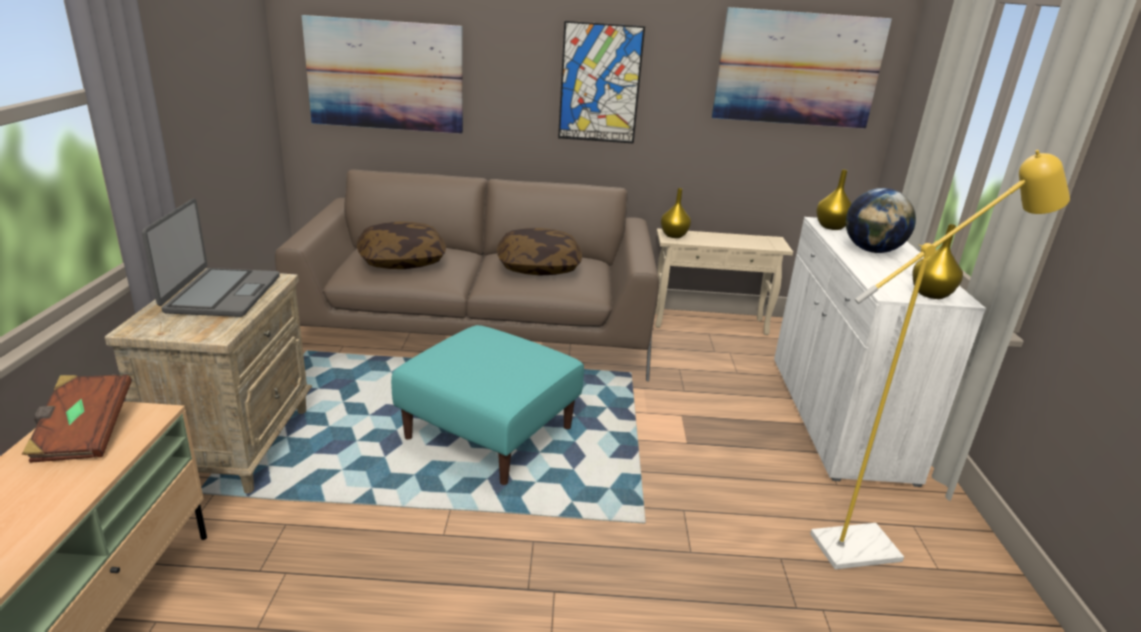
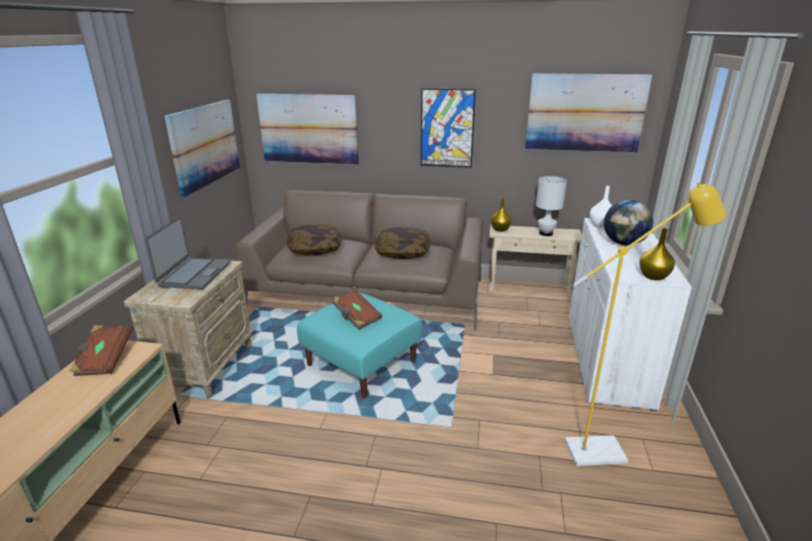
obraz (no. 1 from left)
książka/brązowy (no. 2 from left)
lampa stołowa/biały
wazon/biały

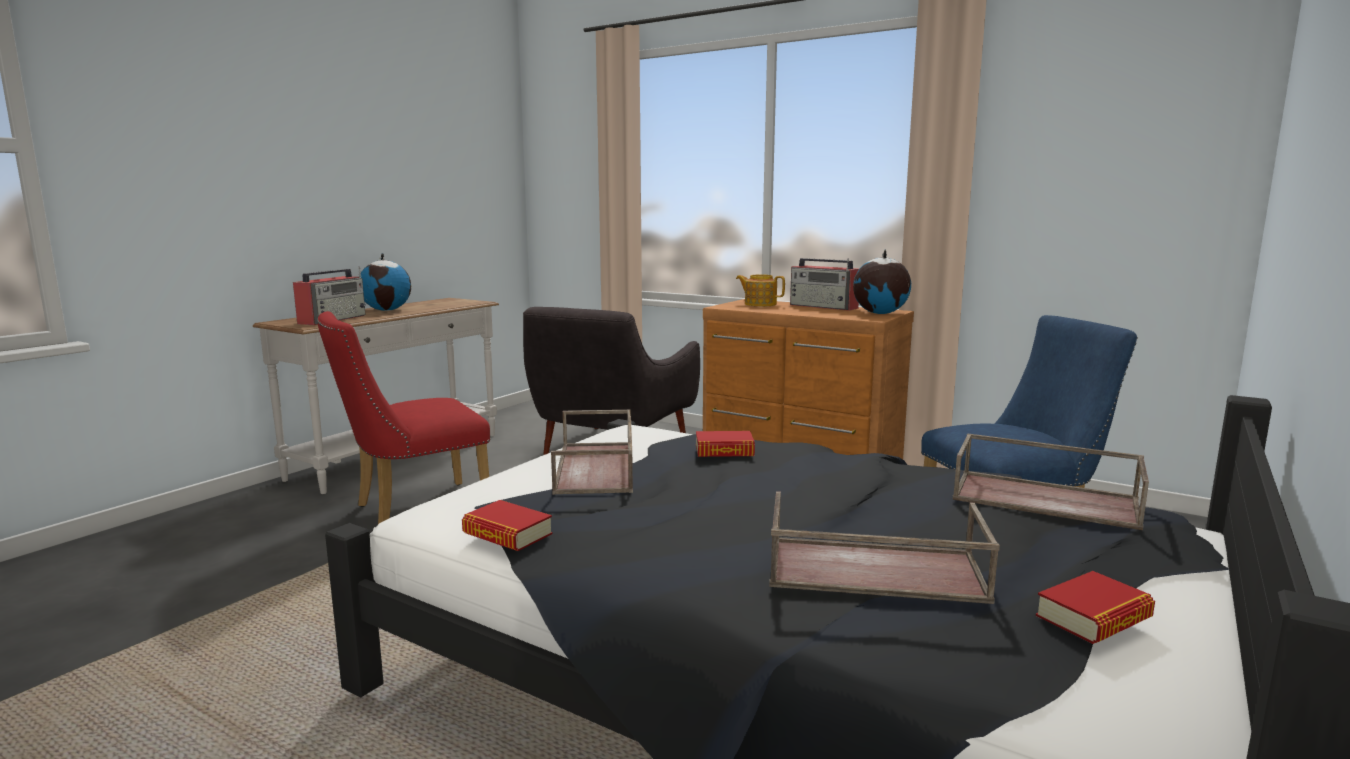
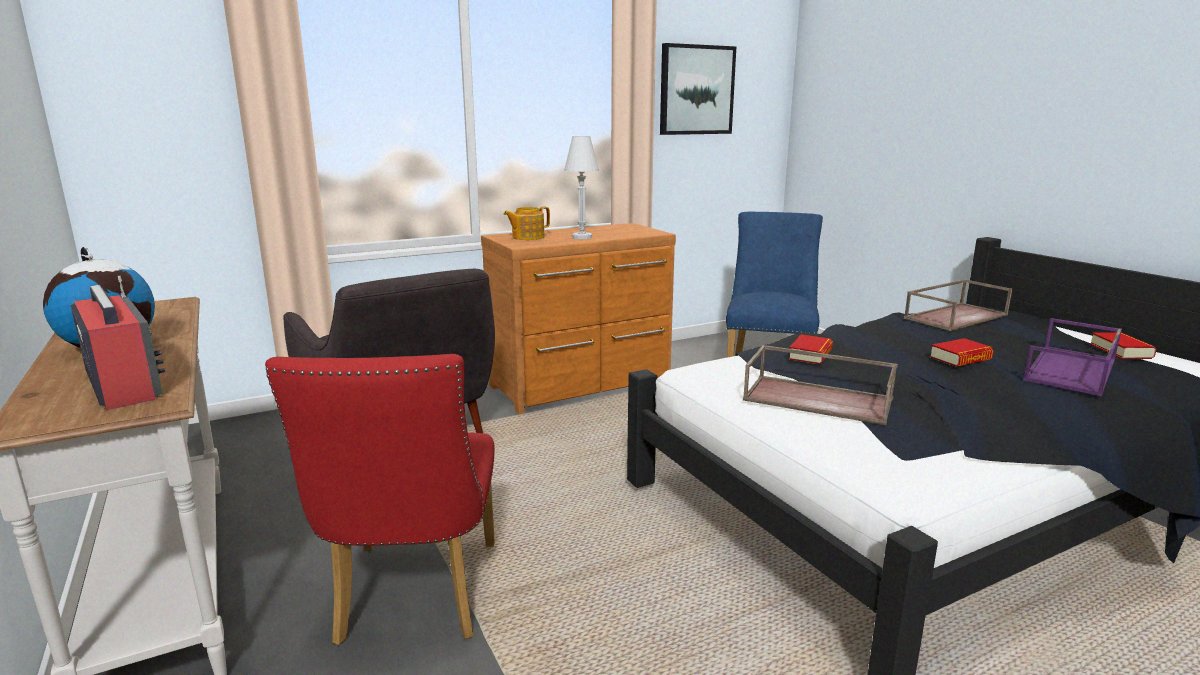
lampa stołowa/biały
obraz
książka (no. 2 from left)
taca/fioletowy
radio (no. 2 from left in the first image)
globus (no. 2 from left in the first image)

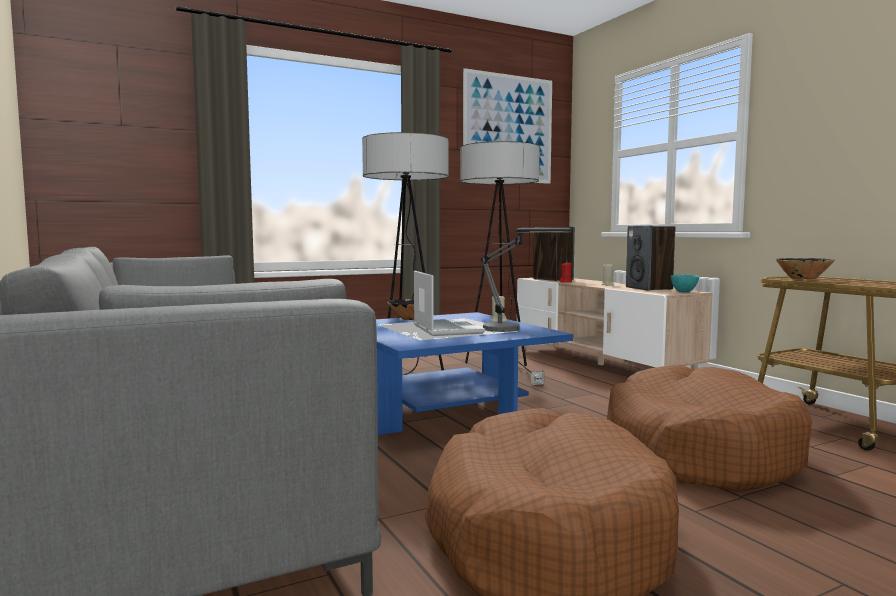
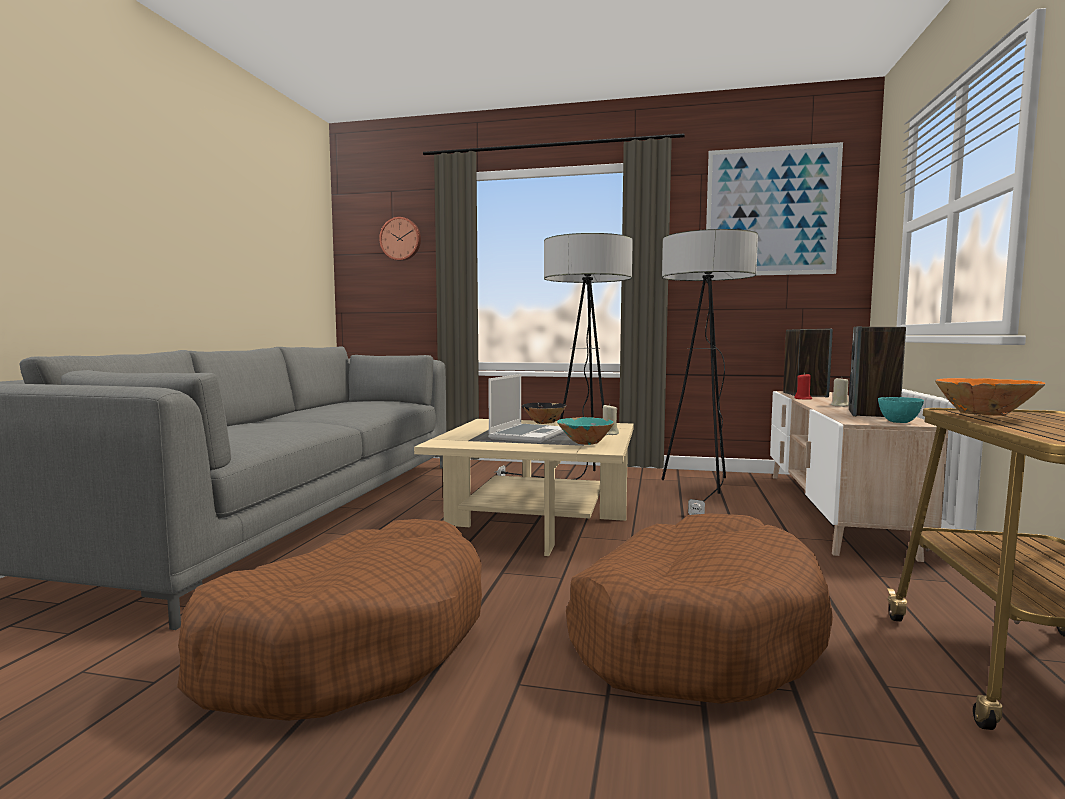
zegar ścienny
ława/beżowy
miska/turkusowy (no. 1 from left)
miska/pomarańczowy

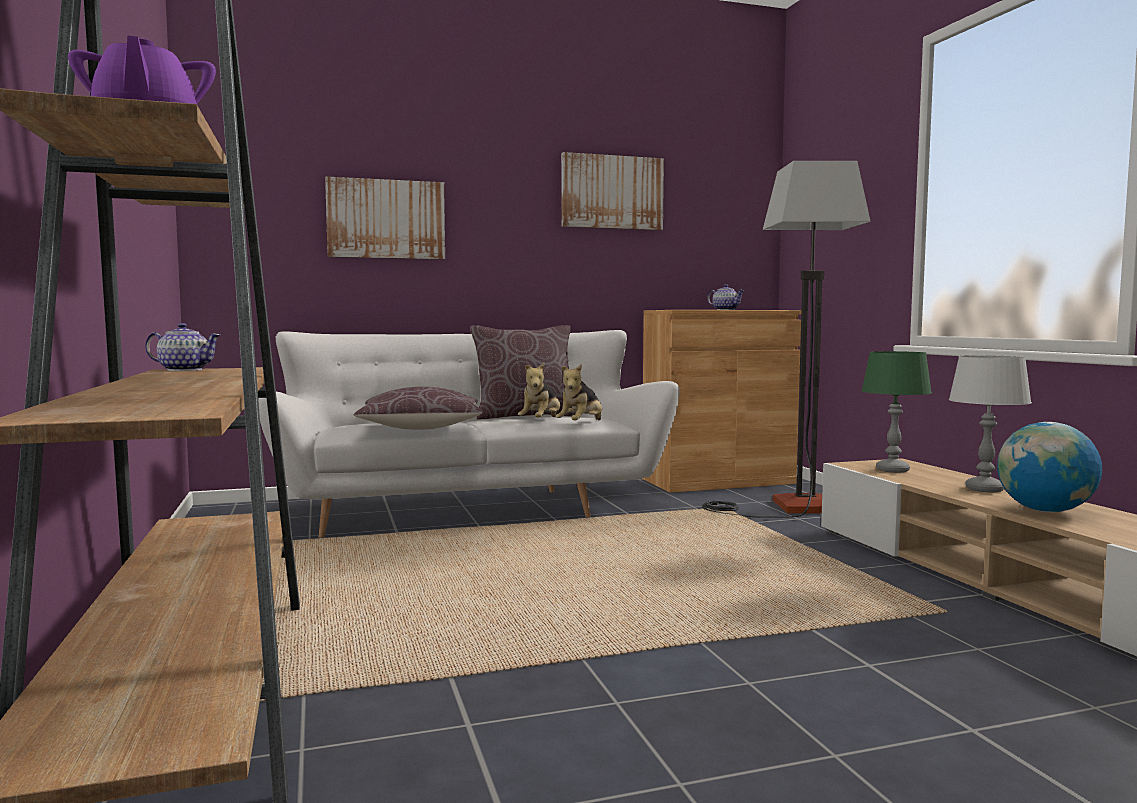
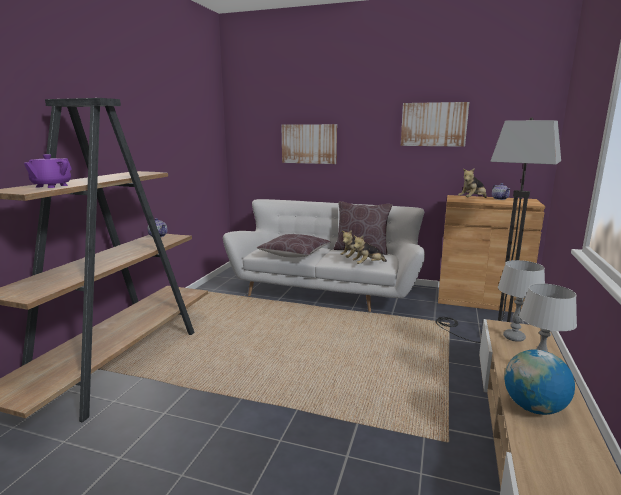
pluszak (no. 3 from left)
lampa stołowa/szary (no. 1 from left)

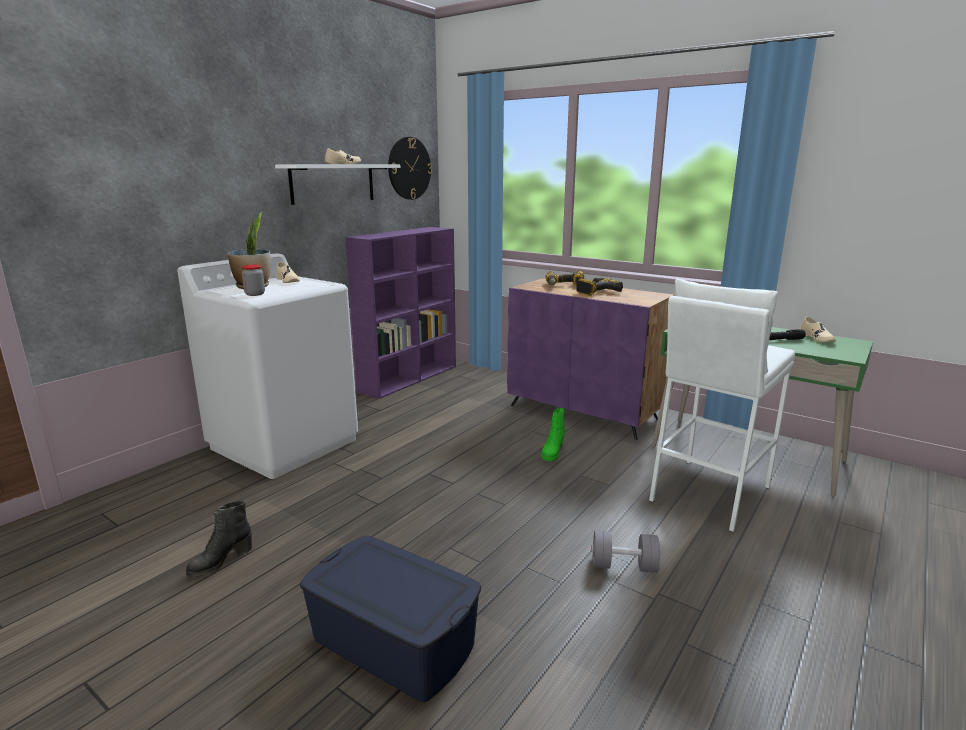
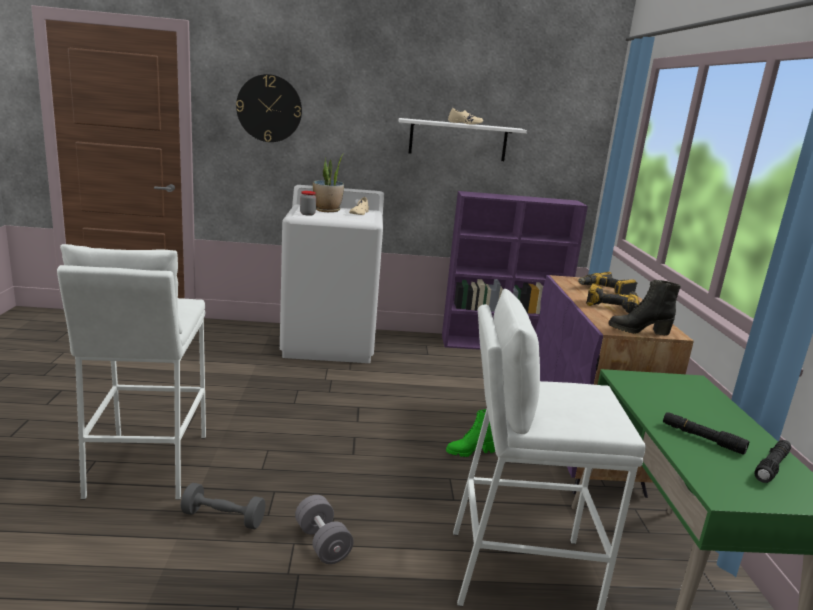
stołek/biały (no. 1 from left)
hantel/szary (no. 1 from left)
zegar ścienny
but z cholewką/czarny
latarka/czarny (no. 2 from left)

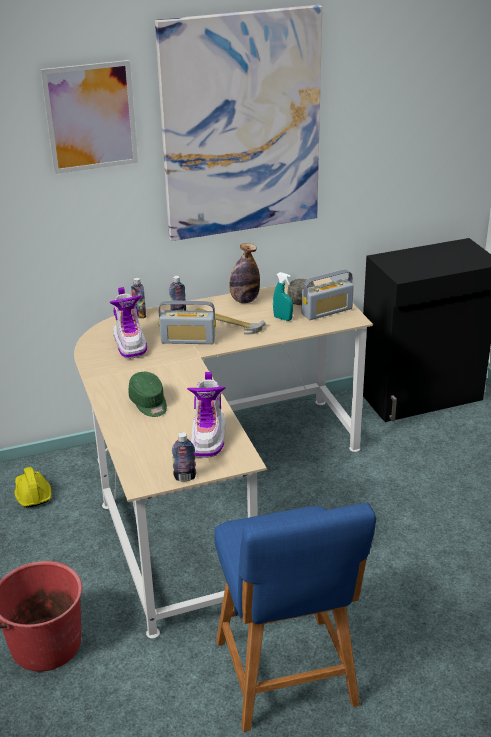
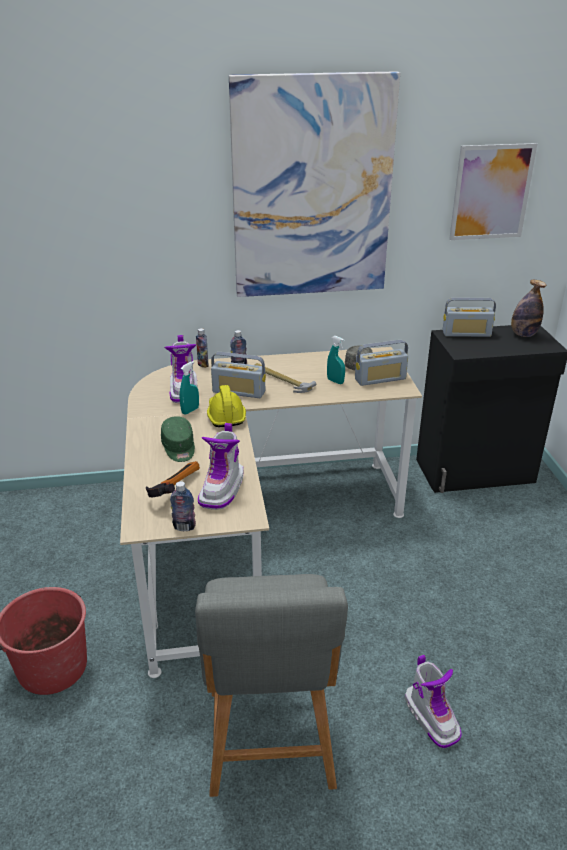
młotek (no. 1 from left)
spryskiwacz/turkusowy (no. 1 from left)
stołek/szary
kask/żółty
but z cholewką (no. 3 from left)
radio (no. 3 from left)
obraz (no. 2 from left)
butelka (no. 4 from left)

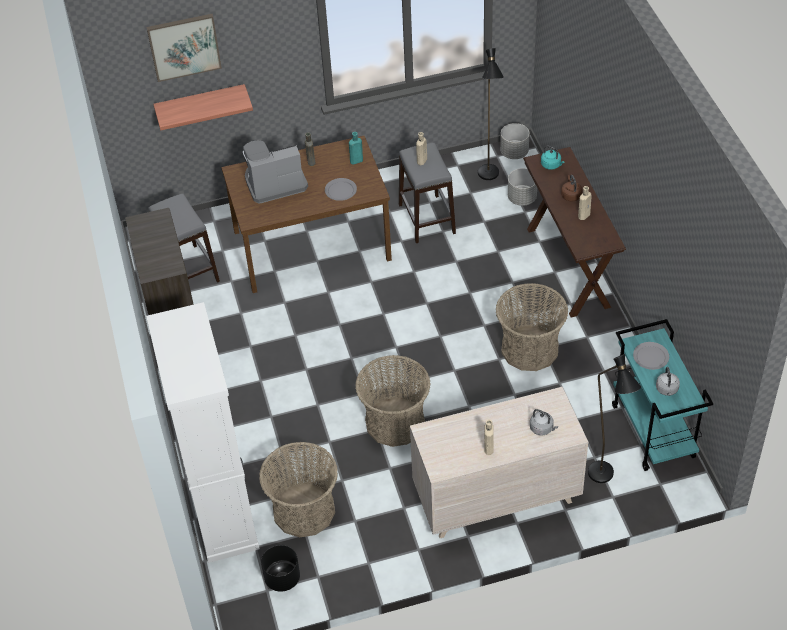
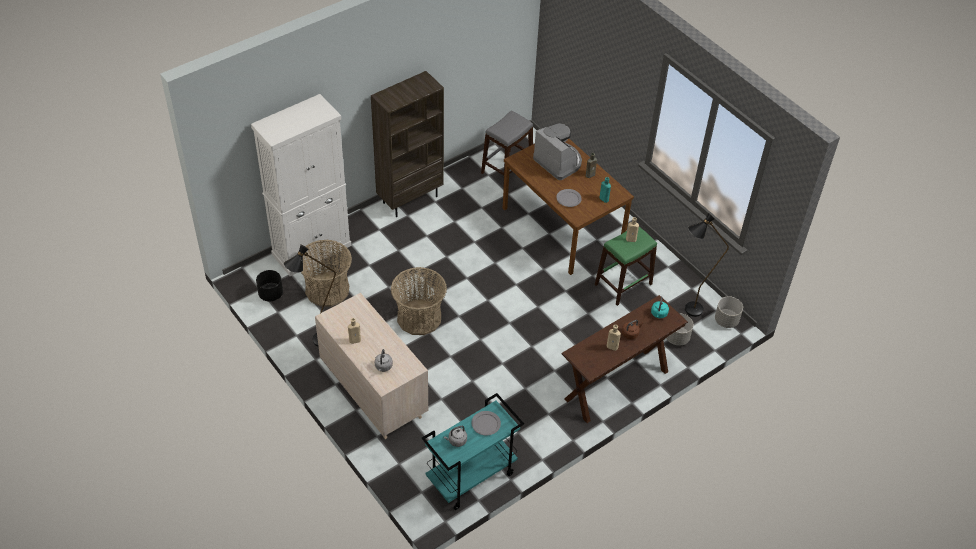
lampa stojąca/czarny (no. 1 from left)
stołek/zielony
obraz
półka
koszyk (no. 3 from left in the first image)

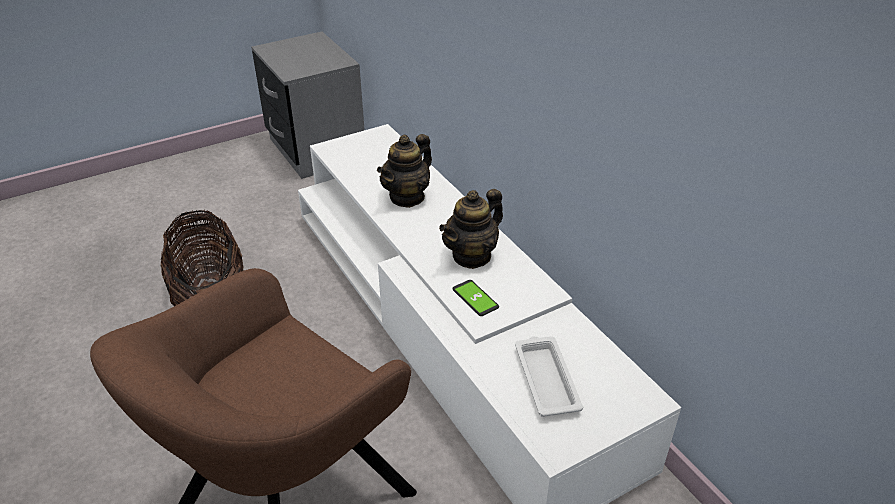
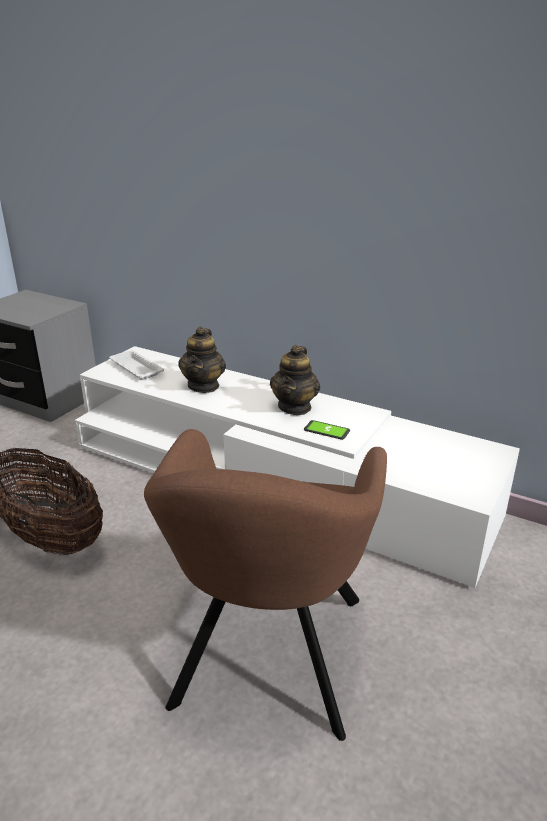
taca/biały

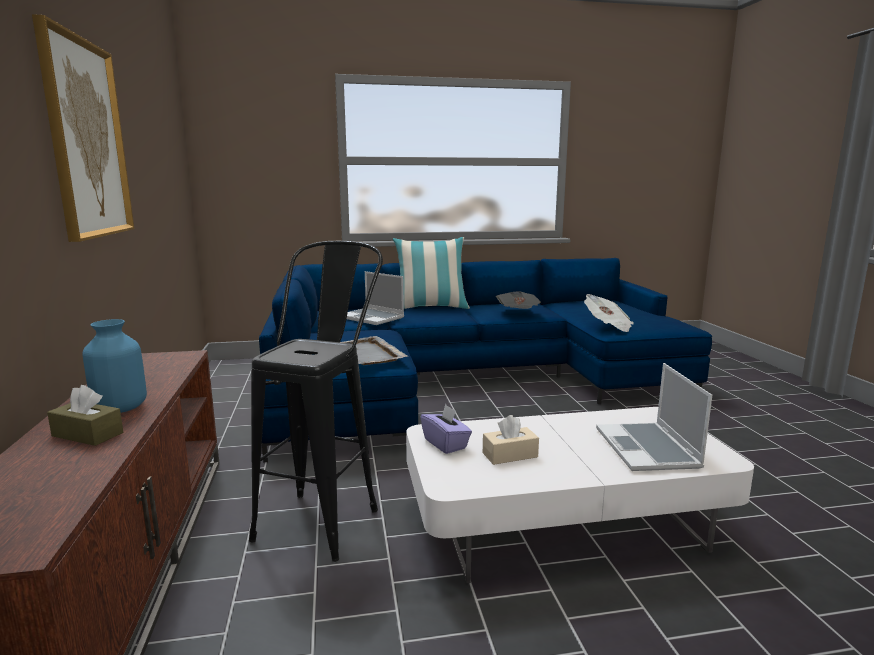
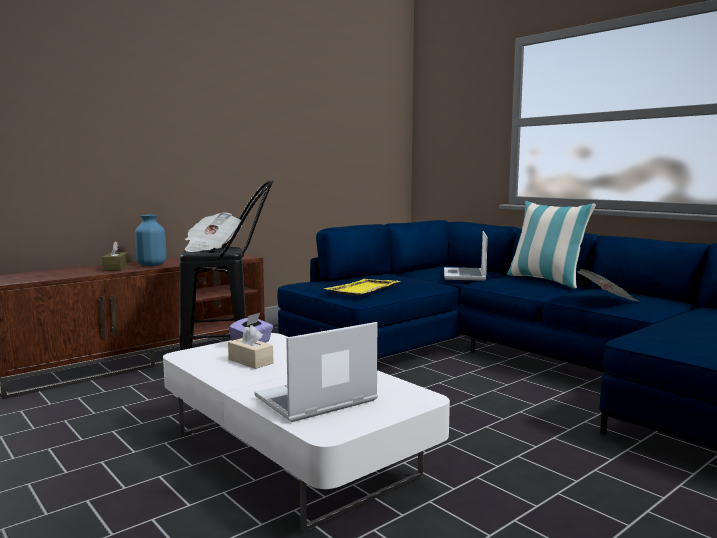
gazeta (no. 1 from left)
taca/żółty
obraz

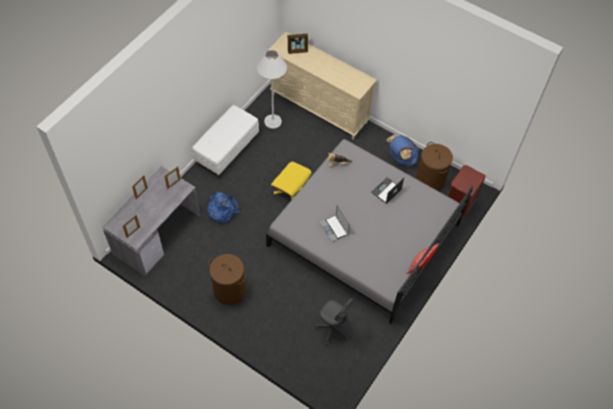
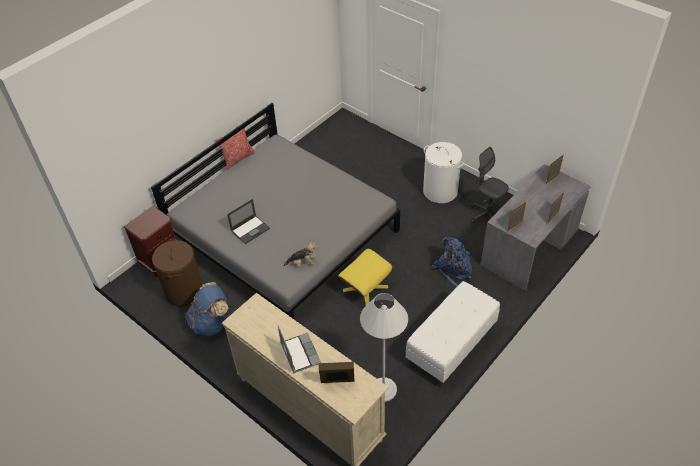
laptop (no. 2 from left)
kosz na pranie/biały
krzesło biurowe/szary

